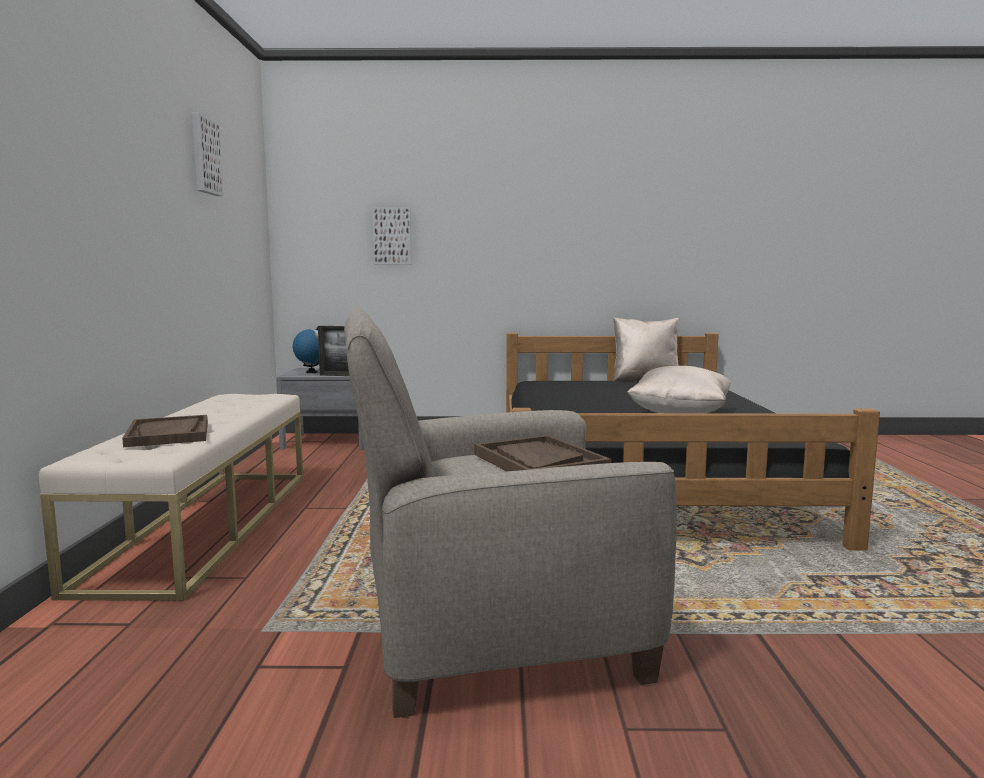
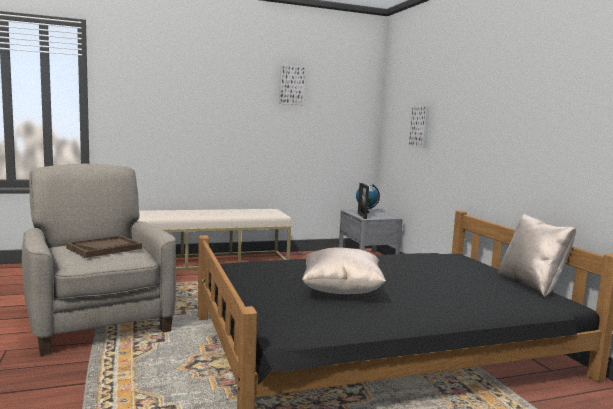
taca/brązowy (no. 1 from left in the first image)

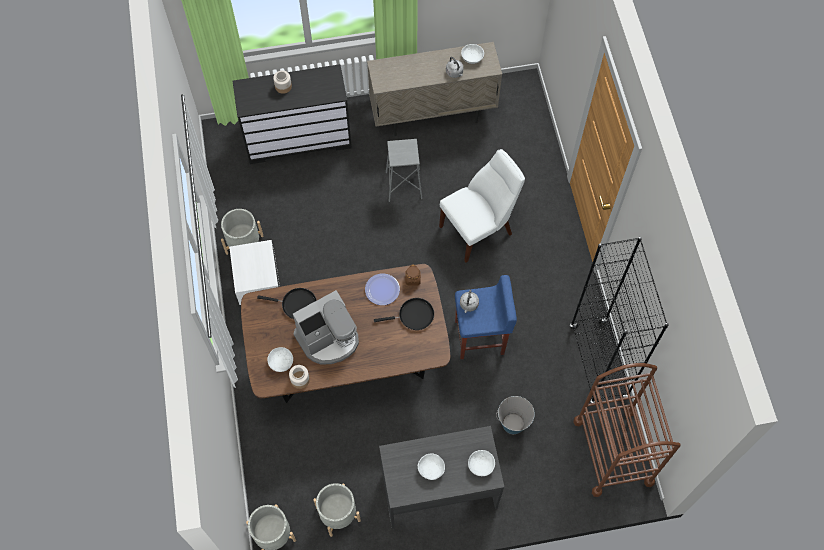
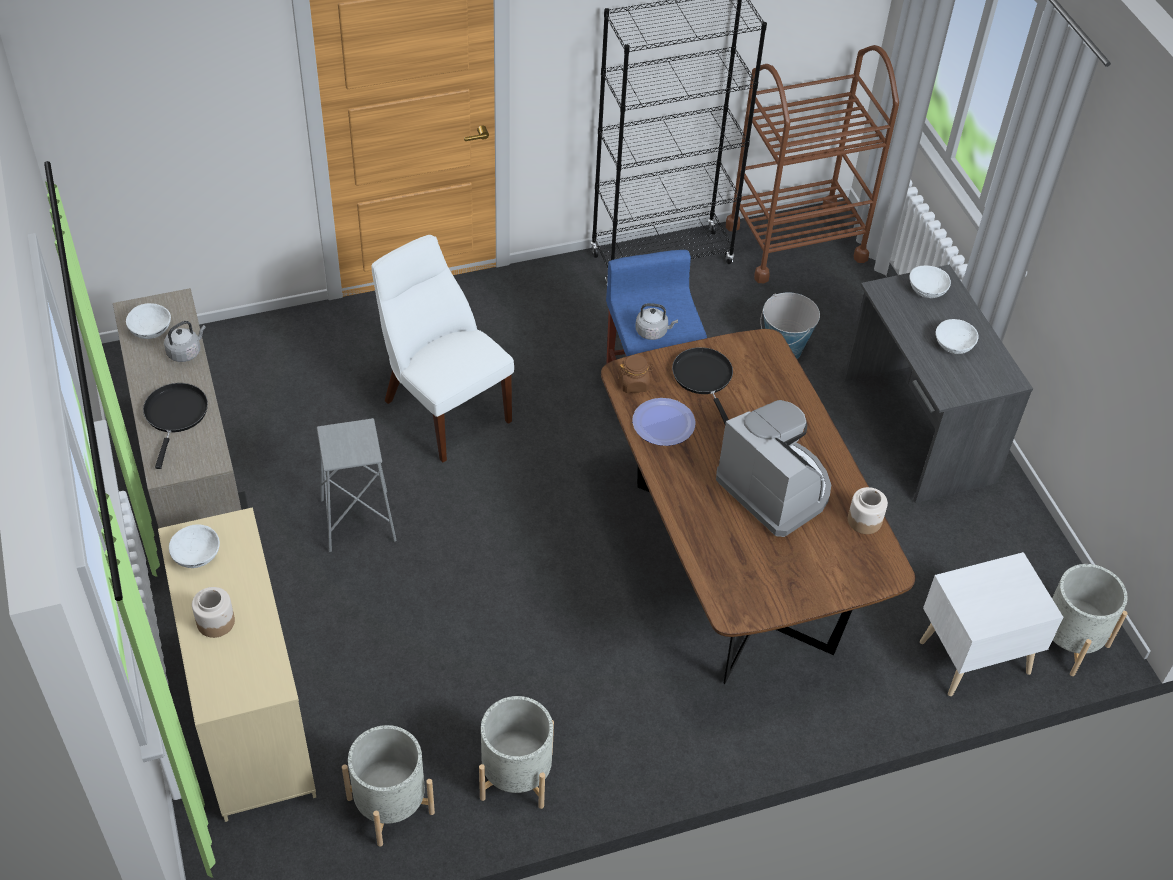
patelnia/czarny (no. 1 from left)
komoda/beżowy
miska/biały (no. 2 from left)
donica/szary (no. 1 from left)
szafka nocna/biały

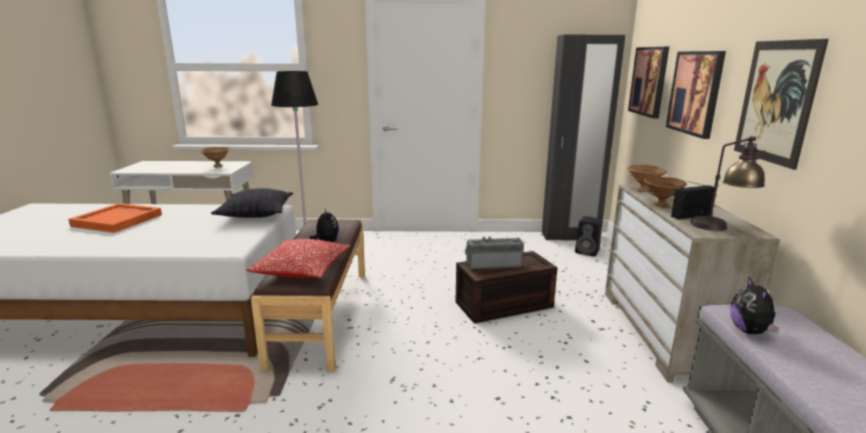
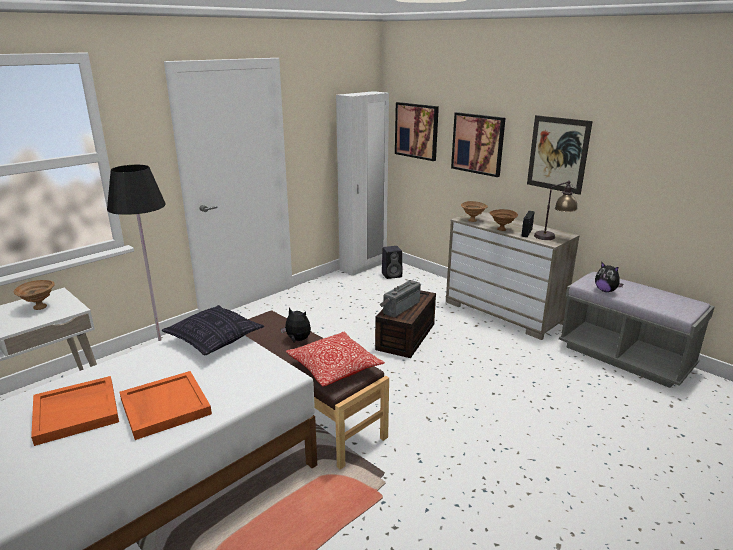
taca/pomarańczowy (no. 2 from left)
szafa/biały

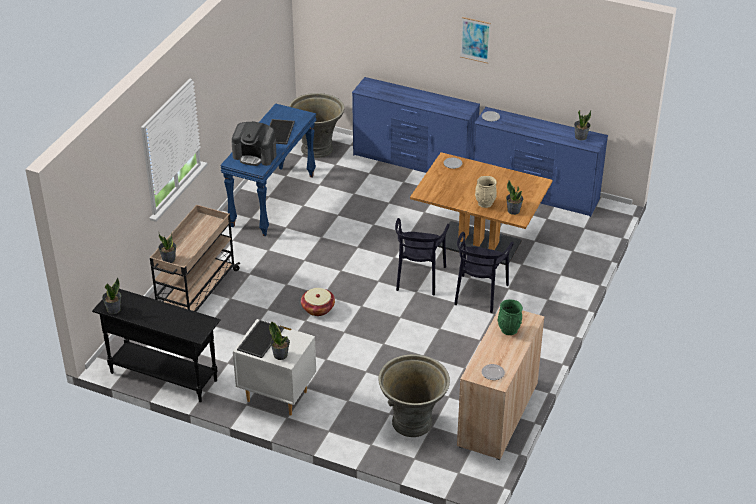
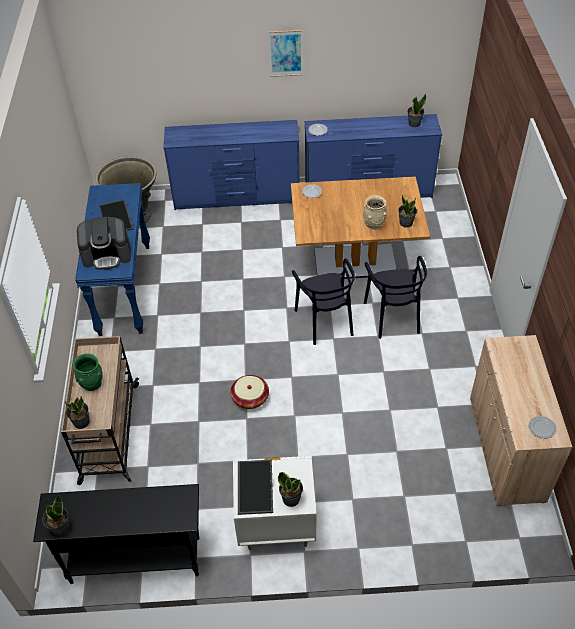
wazon/zielony
donica/szary (no. 2 from left in the first image)

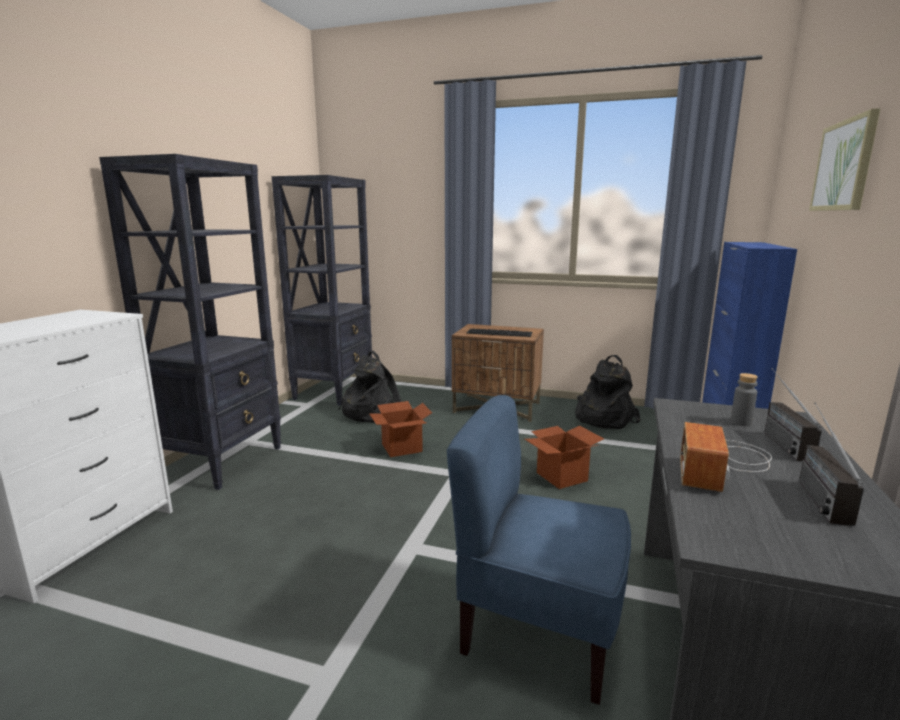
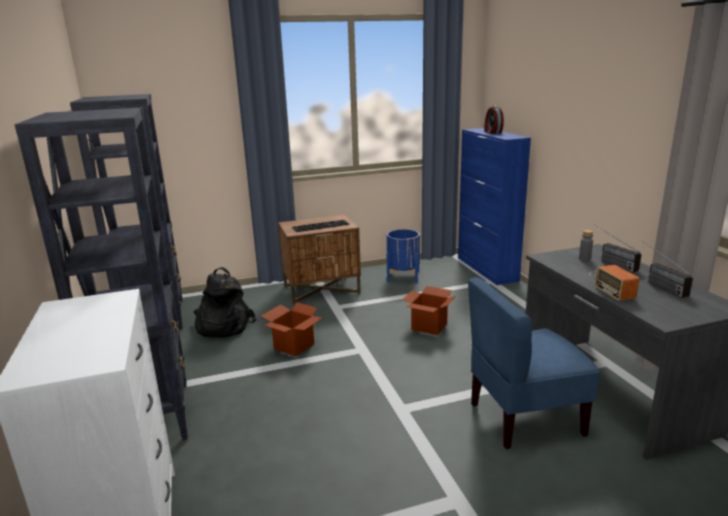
donica/niebieski
budzik
obraz

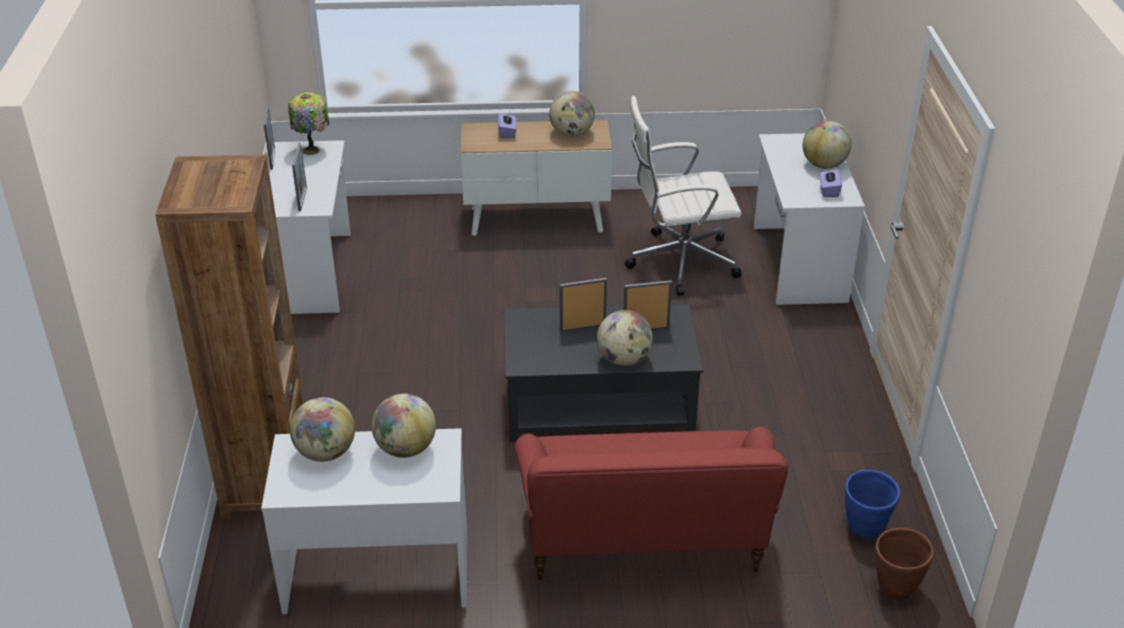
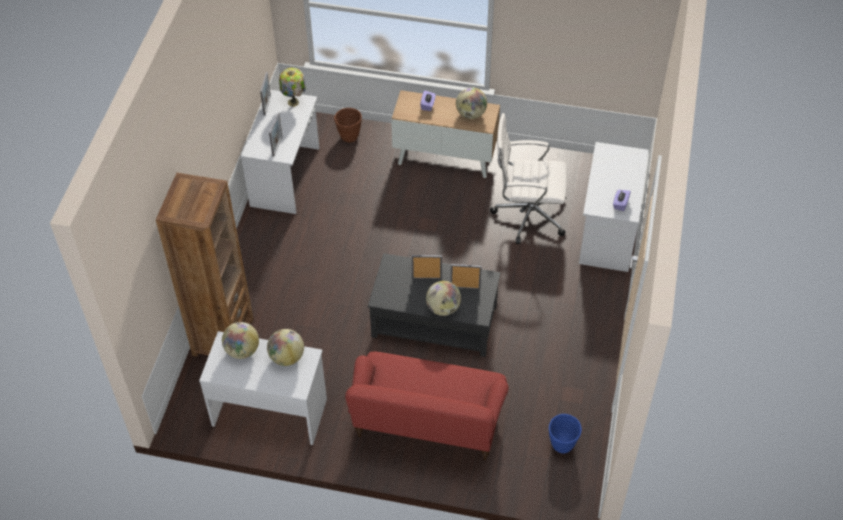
donica/brązowy
globus (no. 5 from left in the first image)

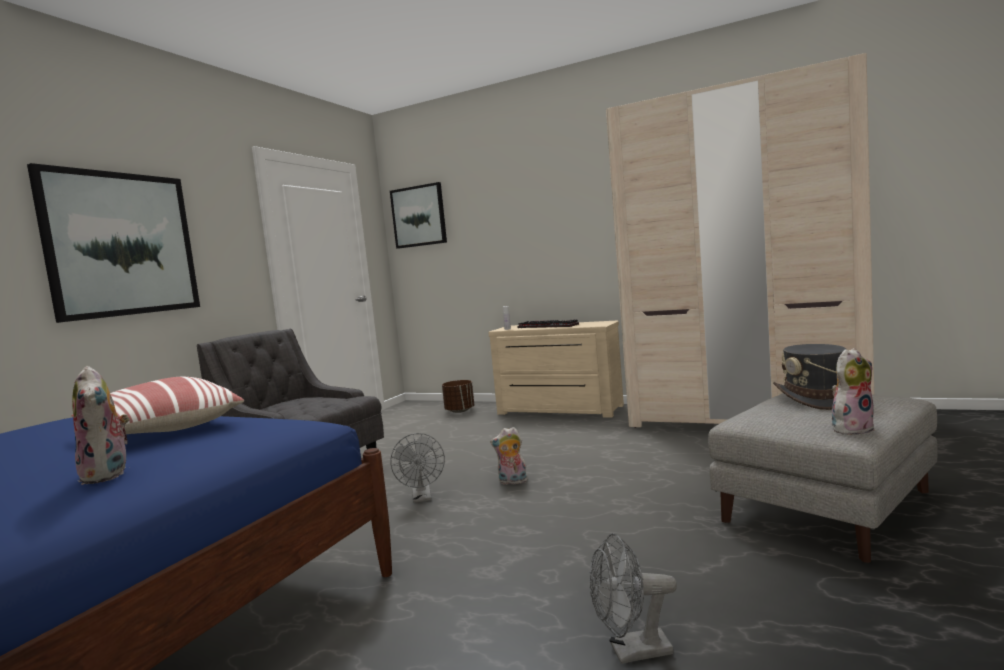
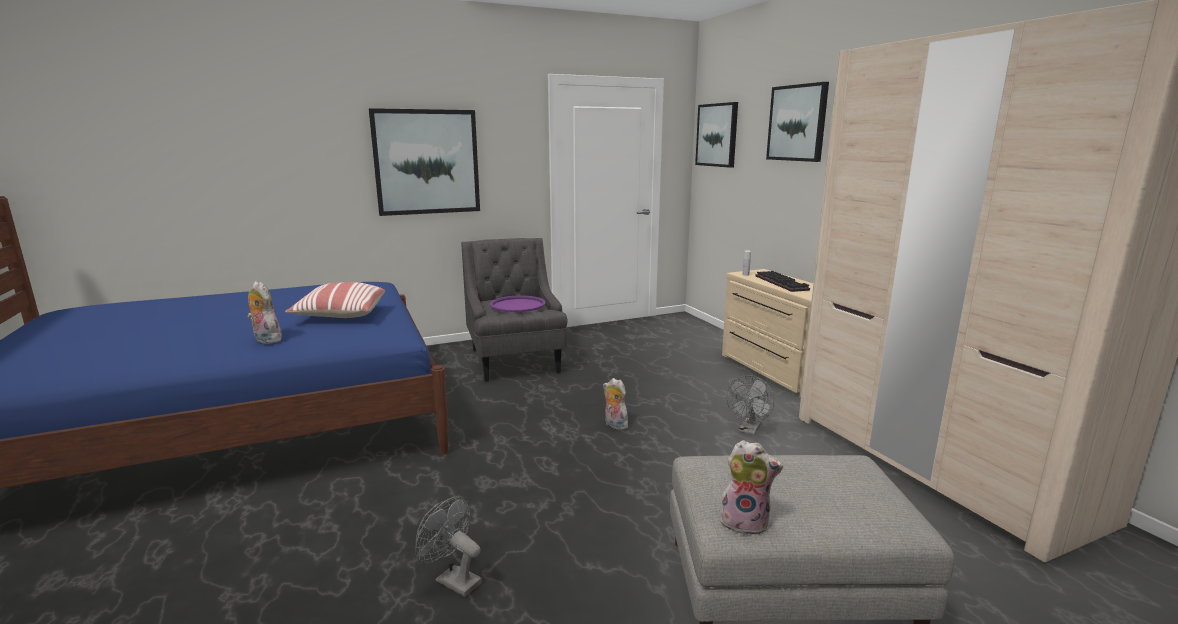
pluszak (no. 1 from left)
taca/fioletowy
wentylator/szary (no. 2 from left)
obraz (no. 3 from left)
donica/brązowy
kapelusz/szary

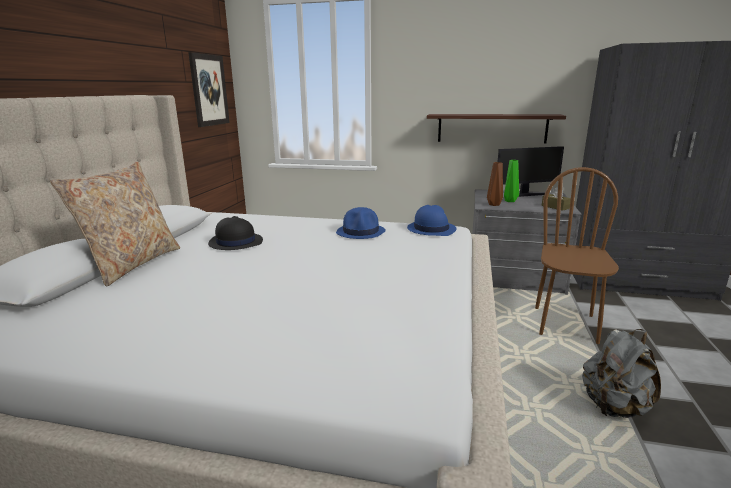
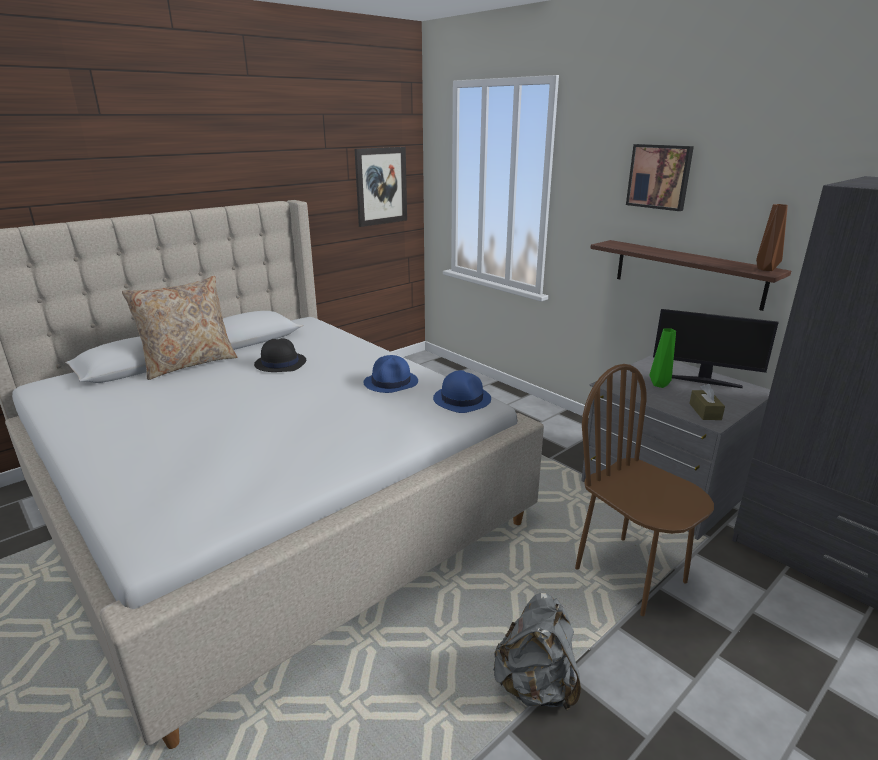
krzesło/brązowy
obraz (no. 2 from left)
wazon/brązowy

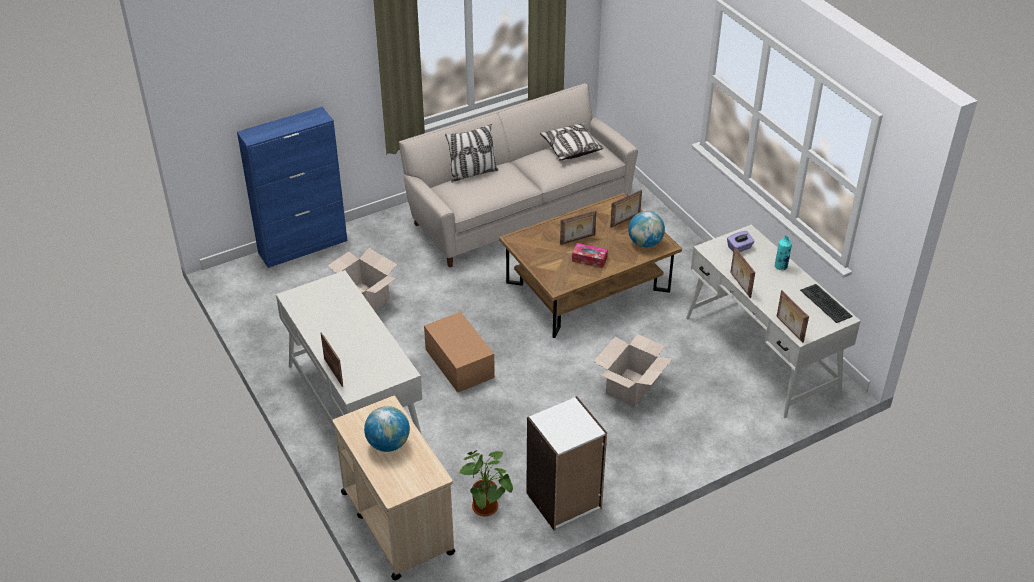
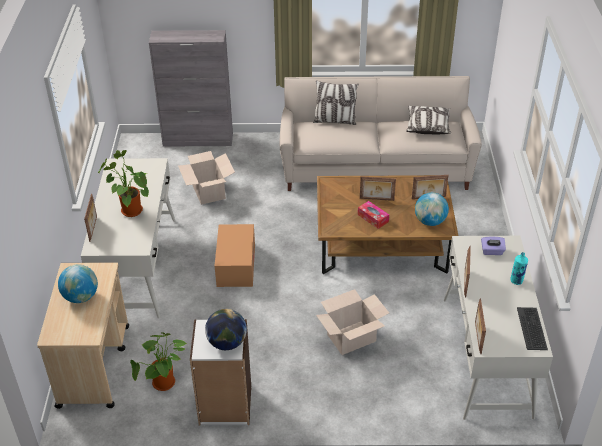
roślina doniczkowa (no. 1 from left)
szafka/szary
globus (no. 2 from left)

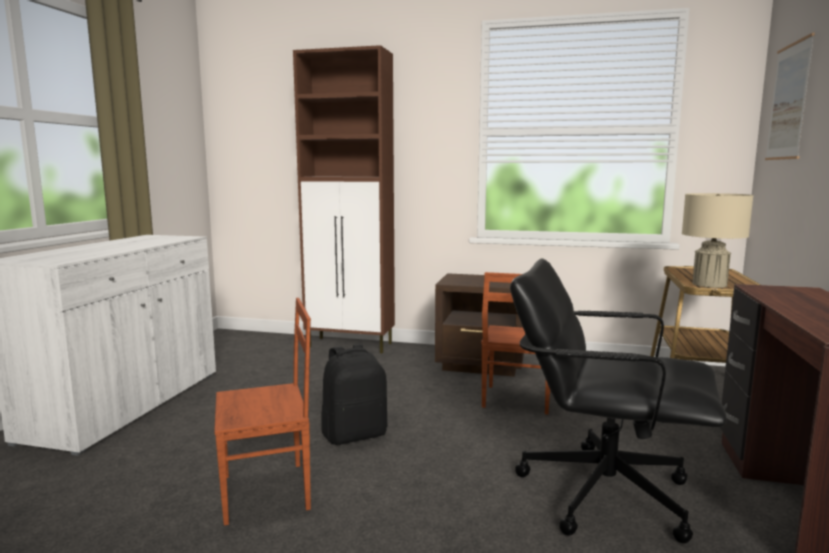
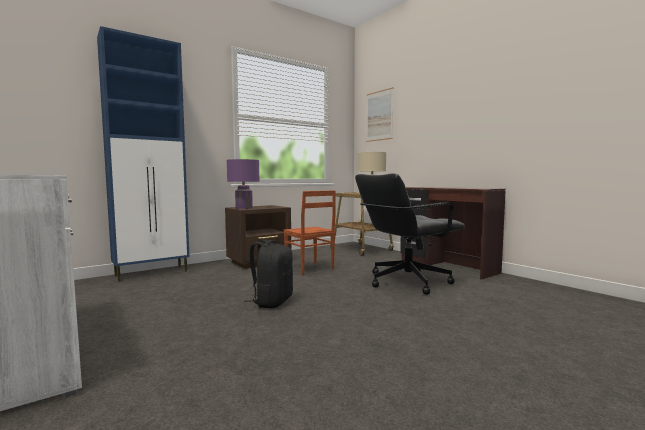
szafka/niebieski
lampa stołowa/fioletowy
krzesło/brązowy (no. 1 from left in the first image)

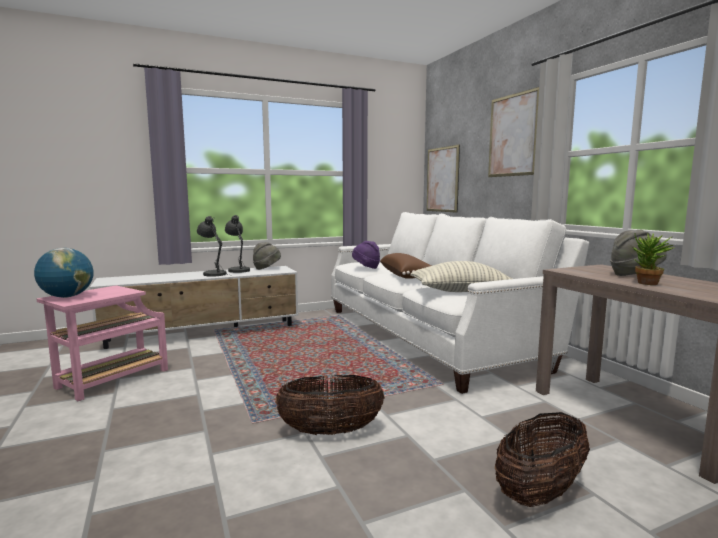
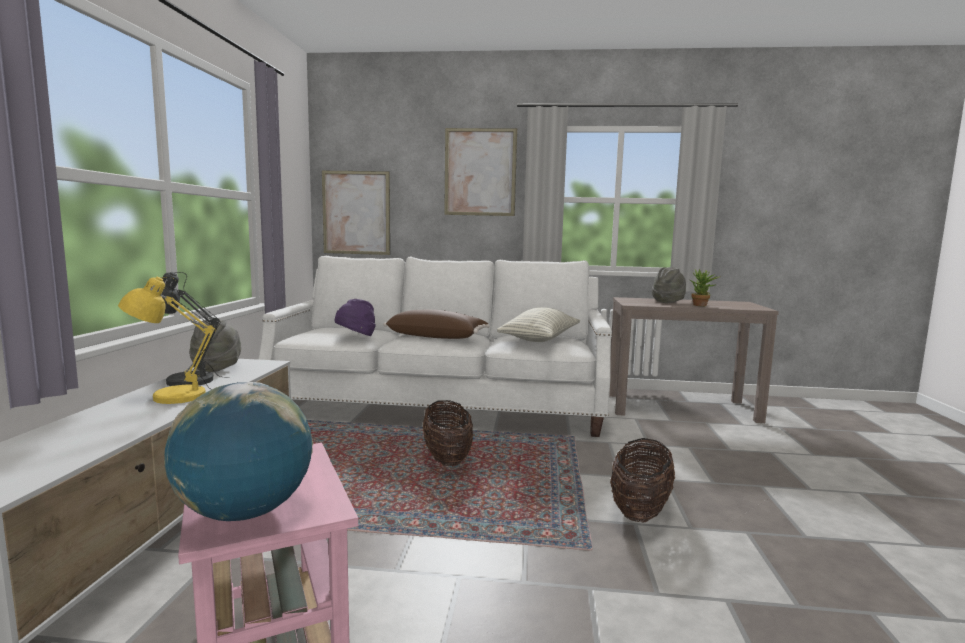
lampa stołowa/żółty
koszyk (no. 1 from left)

